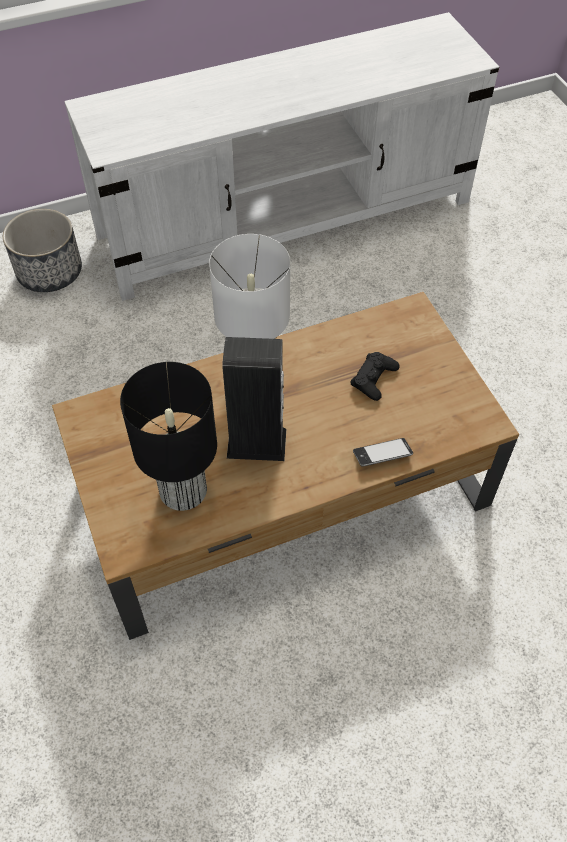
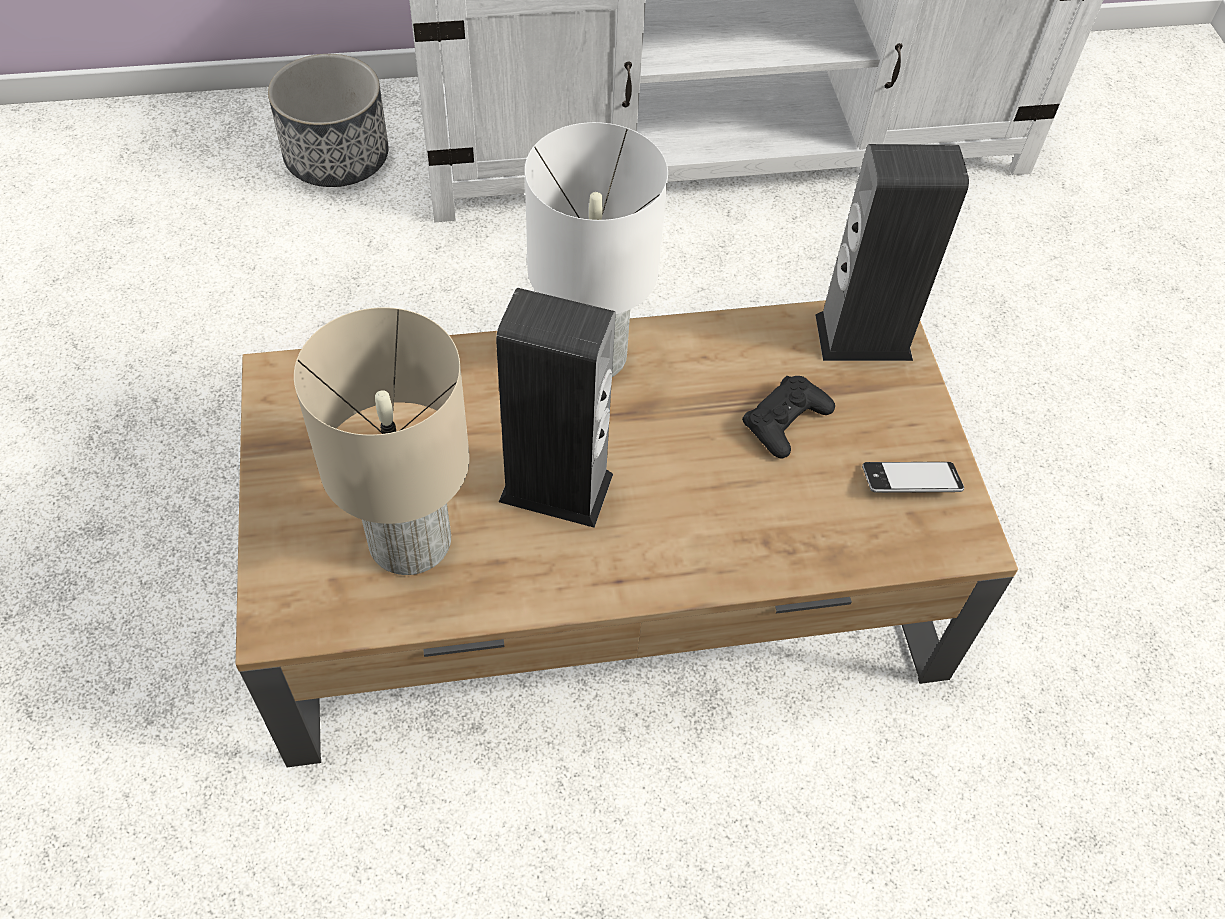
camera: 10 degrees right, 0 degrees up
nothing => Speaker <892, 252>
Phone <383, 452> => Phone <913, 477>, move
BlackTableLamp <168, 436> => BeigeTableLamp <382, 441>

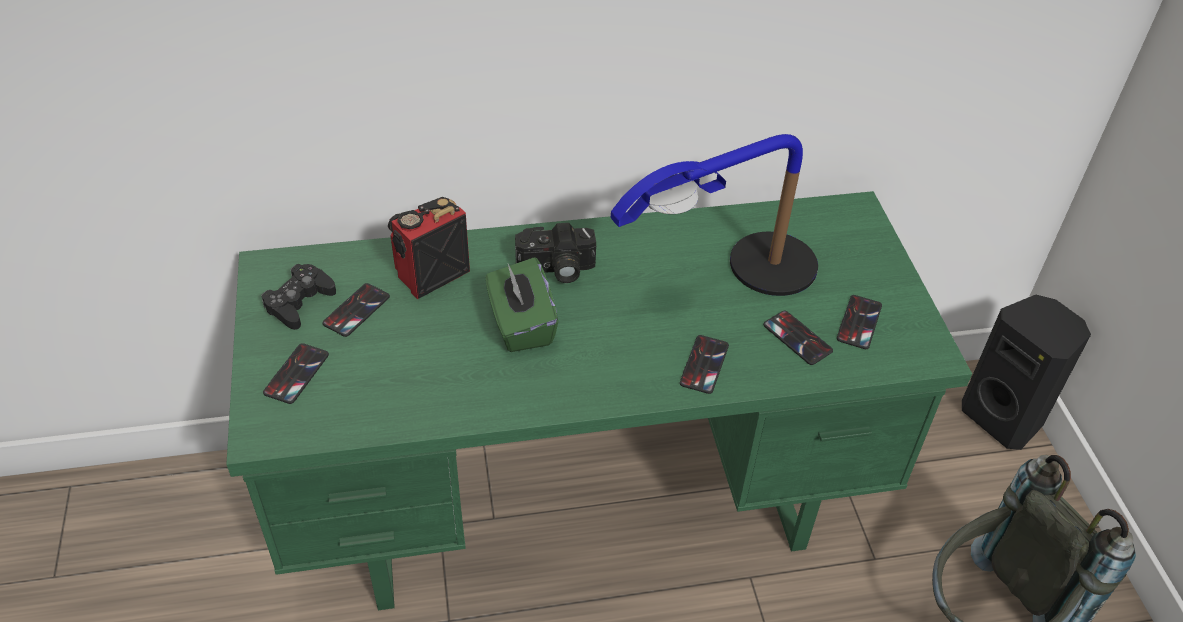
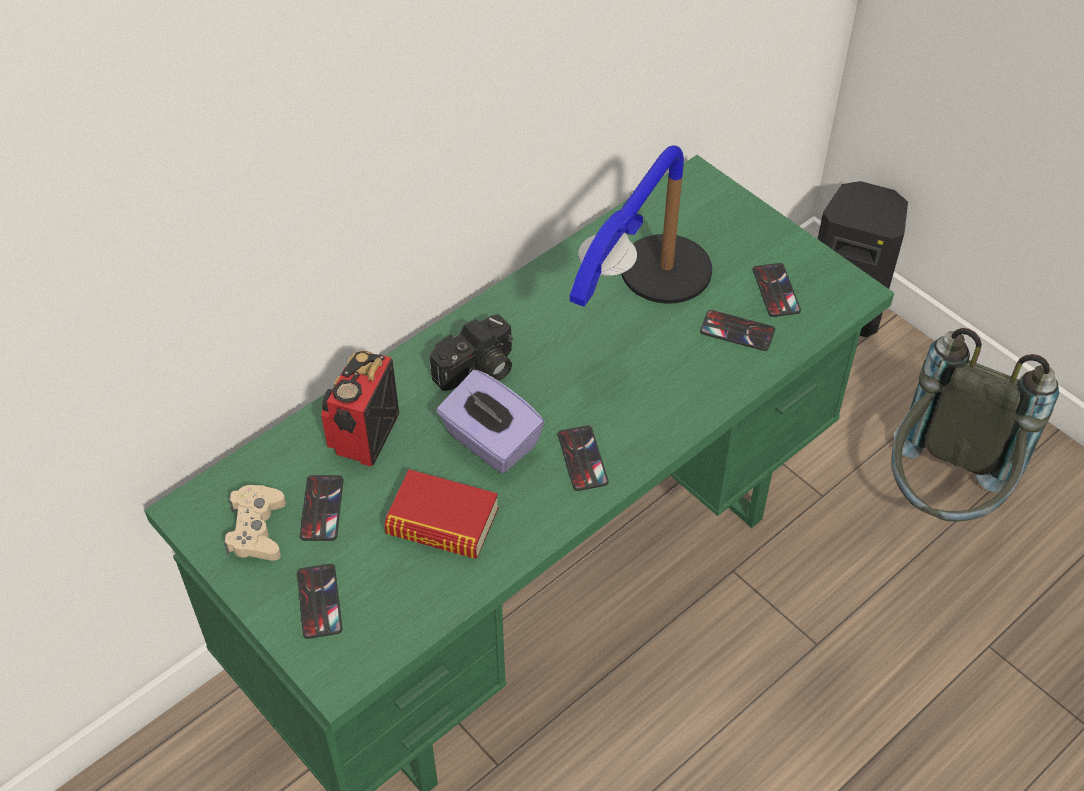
camera: 30 degrees left, 5 degrees up
nothing => Book <441, 514>
Phone <704, 364> => Phone <583, 458>, move
BlackGameController <299, 297> => BeigeGameController <255, 523>
GreenTissueBox <522, 304> => PurpleTissueBox <491, 421>

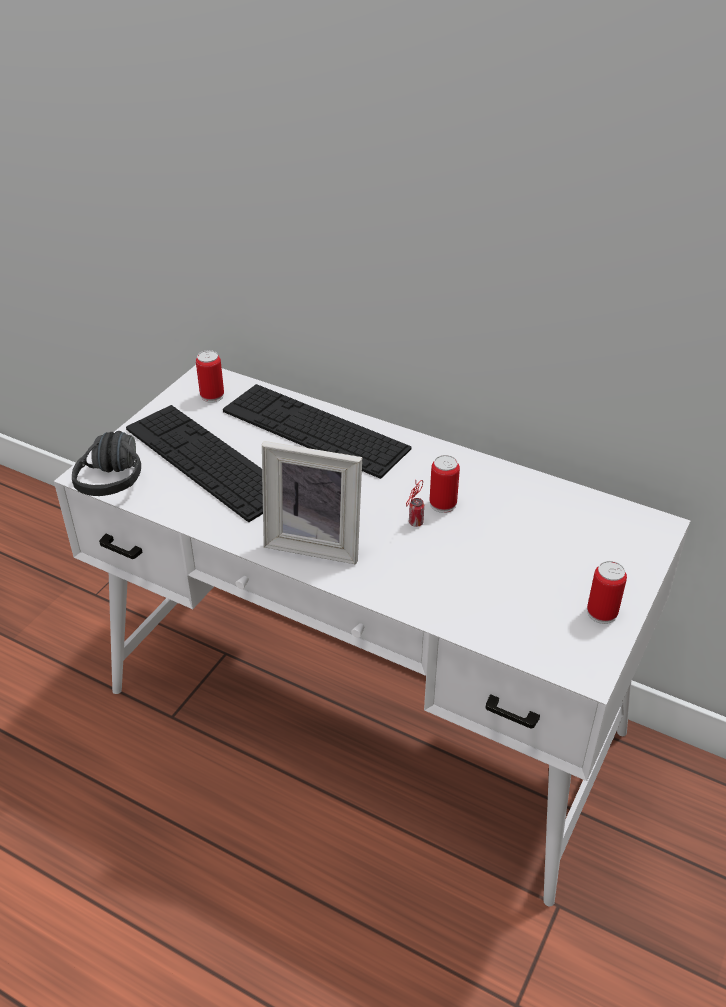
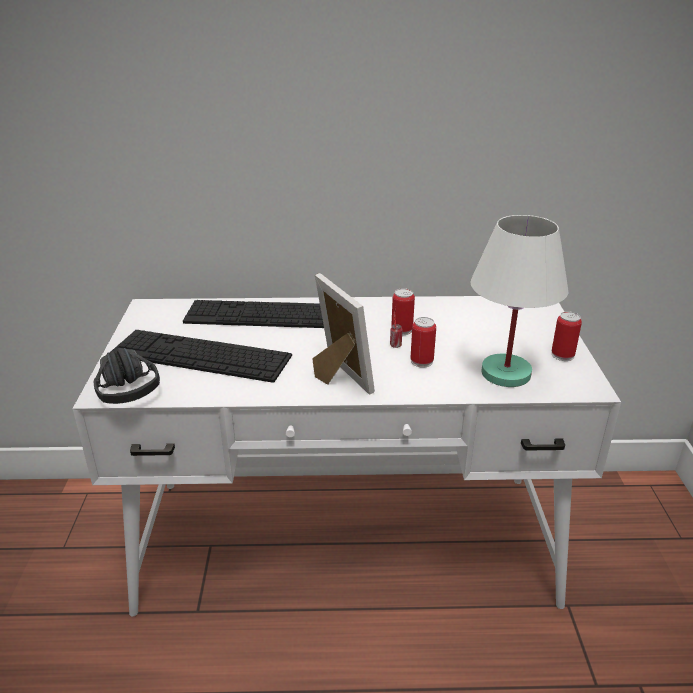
camera: 30 degrees left, 10 degrees down
nothing => WhiteTableLamp <519, 301>
Can <210, 376> => Can <423, 342>, move
PictureFrame <312, 502> => PictureFrame <343, 334>, 105 degrees counterclockwise

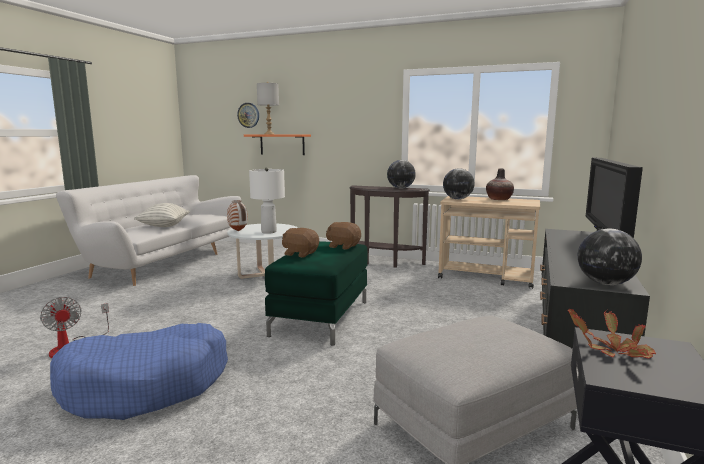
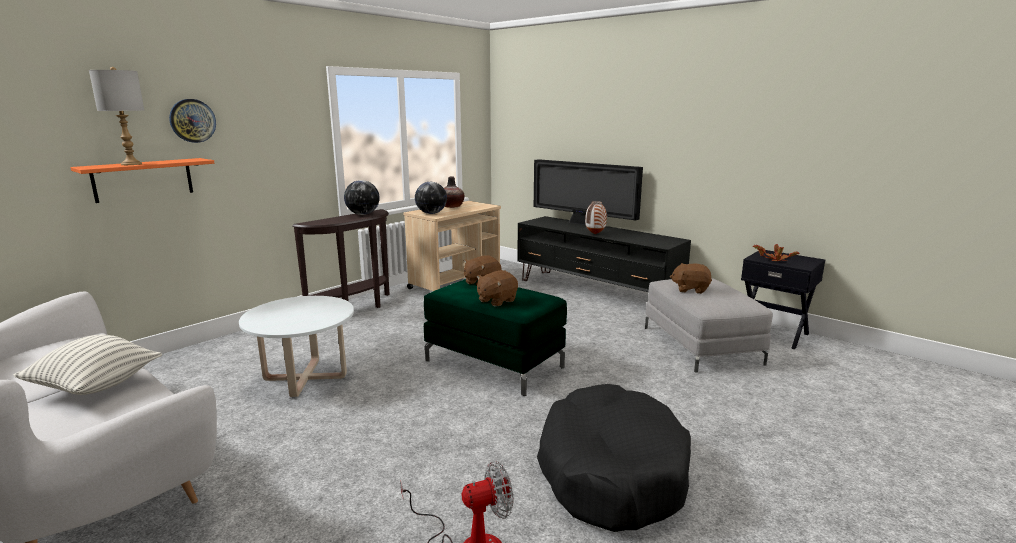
camera: 70 degrees left, 5 degrees up
WhiteTableLamp <267, 200> => nothing
Globe <610, 257> => nothing
nothing => BrownPlushToy <691, 278>
Vase <237, 215> => Vase <596, 217>, move
WallClock <248, 115> => WallClock <192, 121>, move
BlueDogBed <139, 371> => BlackDogBed <614, 458>

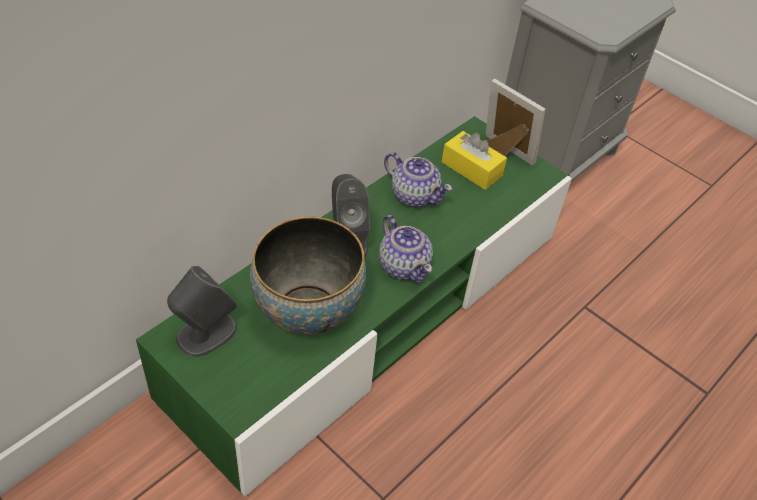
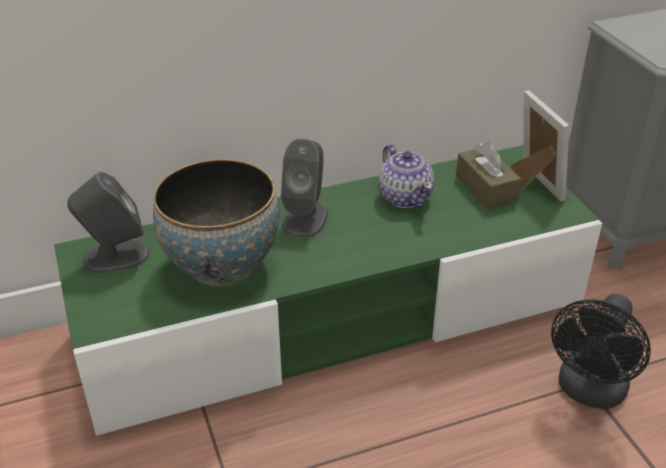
camera: 30 degrees right, 10 degrees down
Teapot <406, 248> => nothing
nothing => BlackFan <601, 351>
YellowTissueBox <474, 160> => BrownTissueBox <489, 176>

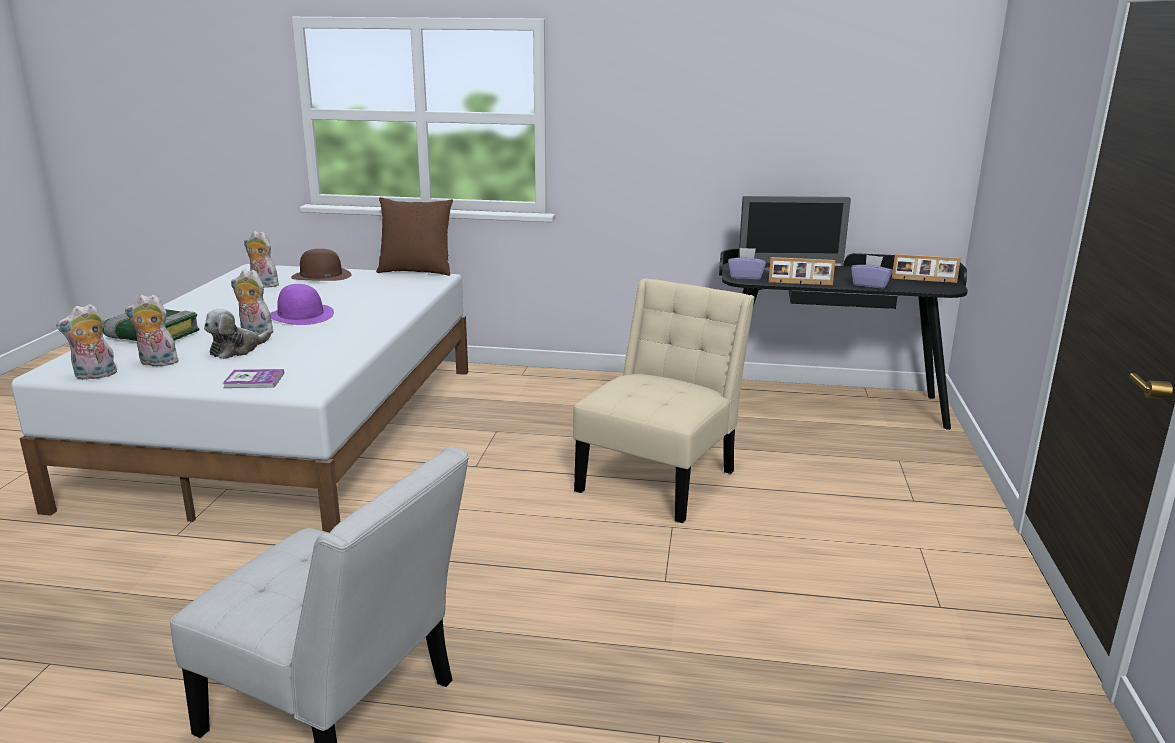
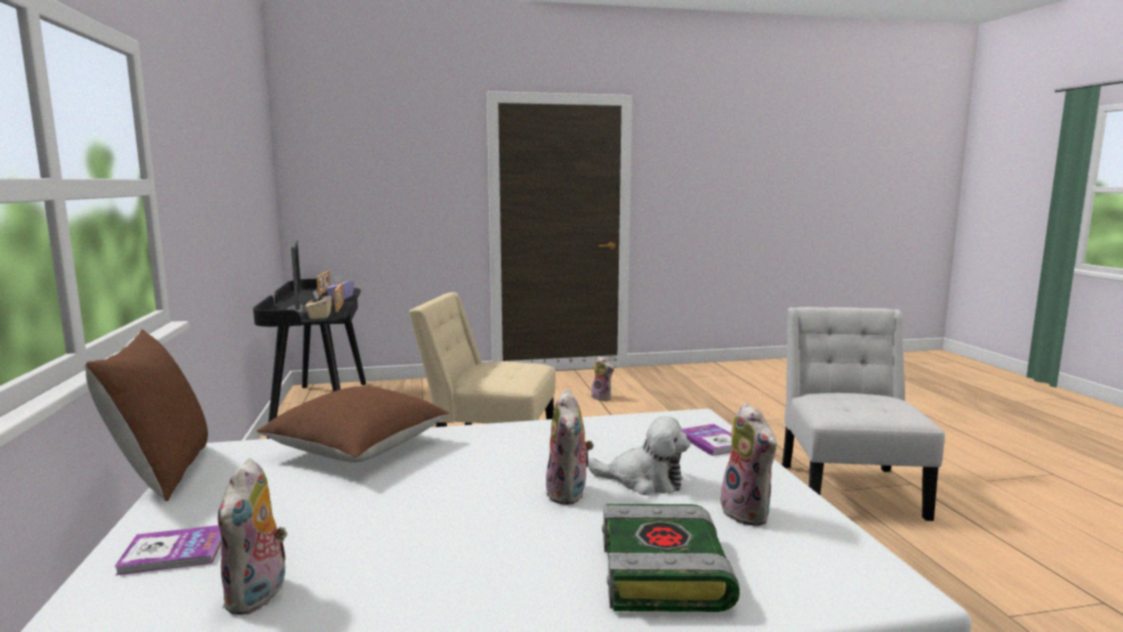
camera: 110 degrees left, 10 degrees down
PurpleHat <302, 304> => nothing
nothing => BrownPillow <353, 424>
PlushToy <86, 342> => PlushToy <602, 378>, move
BrownHat <321, 265> => Book <168, 550>
PurpleTissueBox <747, 264> => BeigeTissueBox <319, 304>

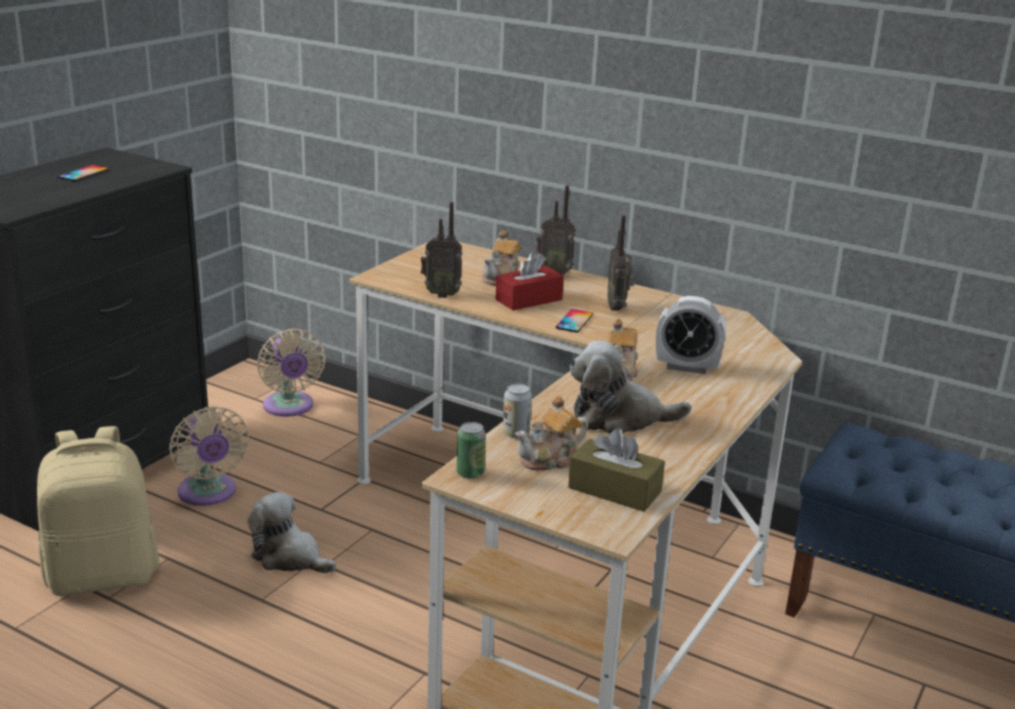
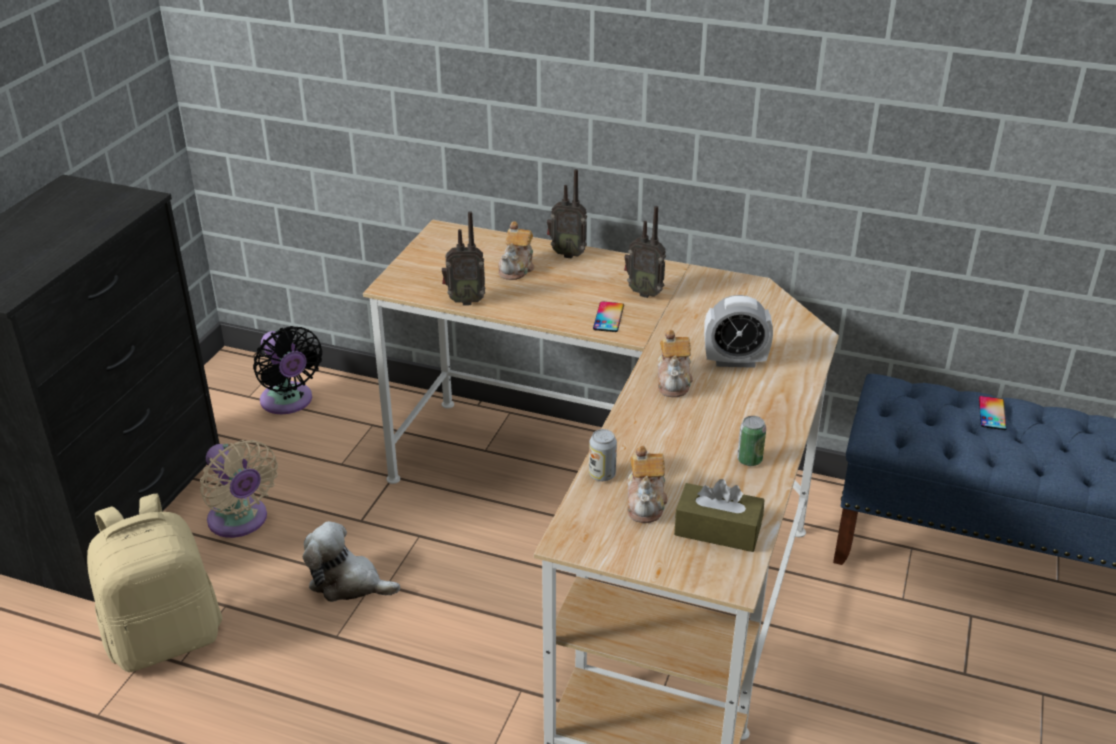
camera: 10 degrees left, 10 degrees up
RedTissueBox <529, 281> => nothing
PlushToy <630, 387> => nothing
Phone <83, 173> => Phone <993, 413>, move
Can <471, 450> => Can <751, 441>, move
BeigeFan <291, 373> => BlackFan <287, 370>
Teapot <551, 433> => Teapot <647, 484>, 45 degrees counterclockwise
Radio <620, 263> => Radio <645, 252>, 45 degrees counterclockwise

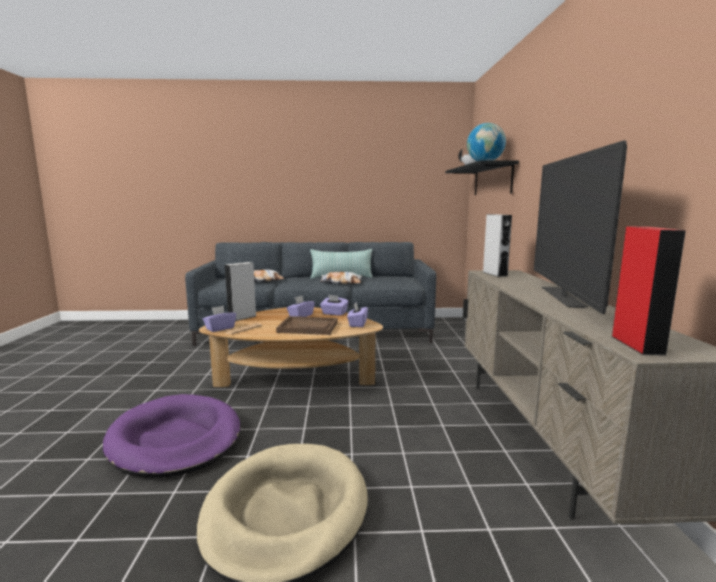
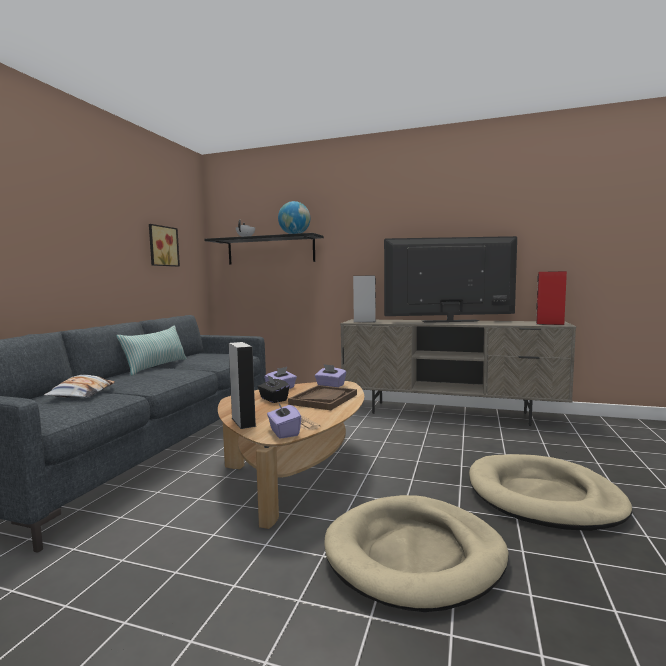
camera: 70 degrees left, 5 degrees down
Pillow <341, 278> => nothing
nothing => Picture <164, 245>
PurpleDogBed <171, 436> => BeigeDogBed <416, 553>
PurpleTissueBox <301, 306> => BlackTissueBox <273, 389>
Television <580, 227> => Television <450, 279>, 150 degrees clockwise

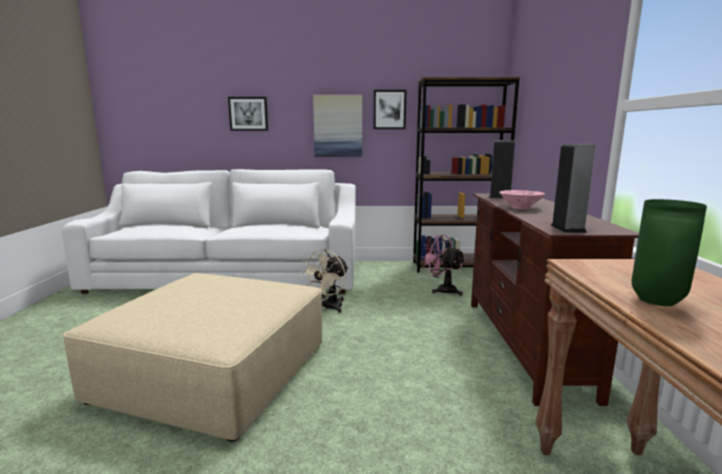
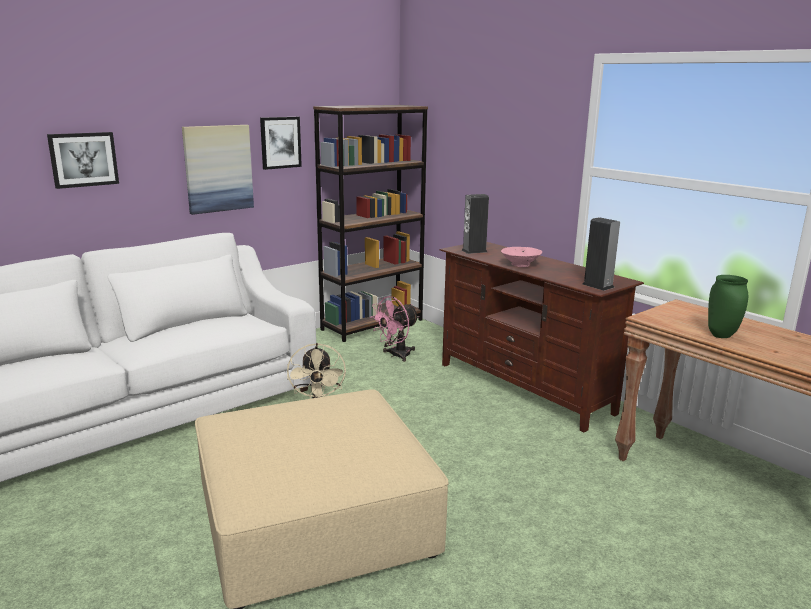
camera: 40 degrees left, 5 degrees up
PinkFan <443, 265> => PinkFan <394, 329>, 45 degrees counterclockwise

